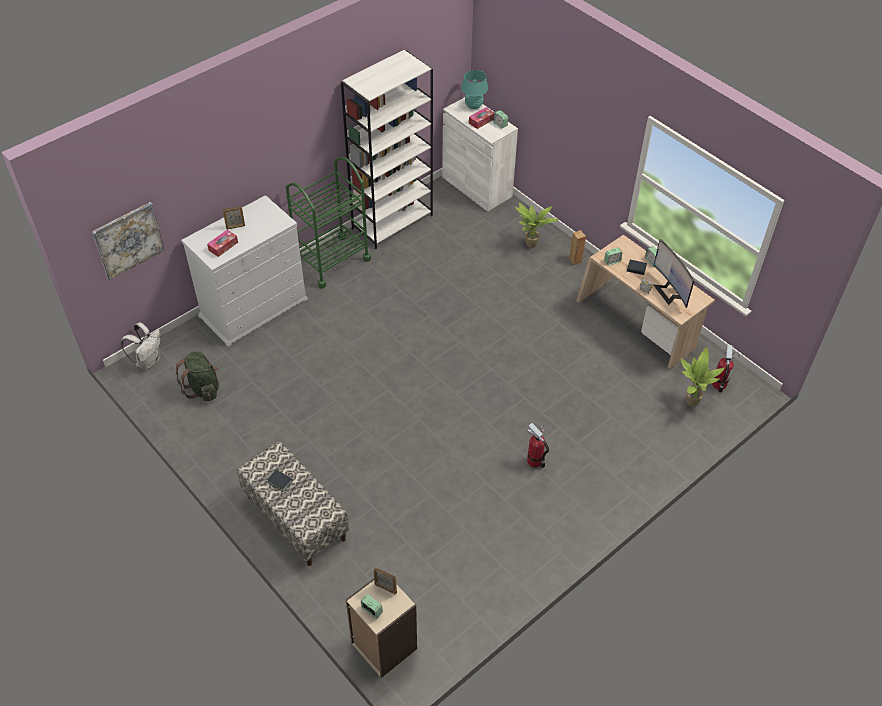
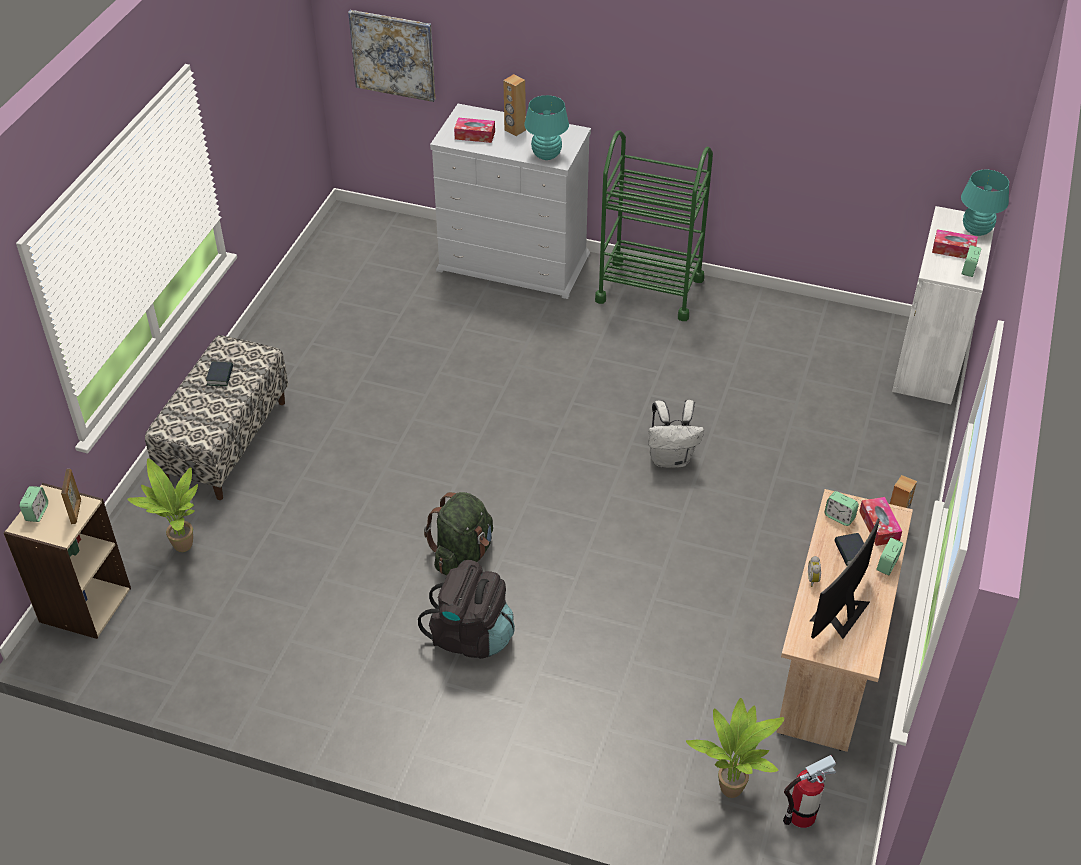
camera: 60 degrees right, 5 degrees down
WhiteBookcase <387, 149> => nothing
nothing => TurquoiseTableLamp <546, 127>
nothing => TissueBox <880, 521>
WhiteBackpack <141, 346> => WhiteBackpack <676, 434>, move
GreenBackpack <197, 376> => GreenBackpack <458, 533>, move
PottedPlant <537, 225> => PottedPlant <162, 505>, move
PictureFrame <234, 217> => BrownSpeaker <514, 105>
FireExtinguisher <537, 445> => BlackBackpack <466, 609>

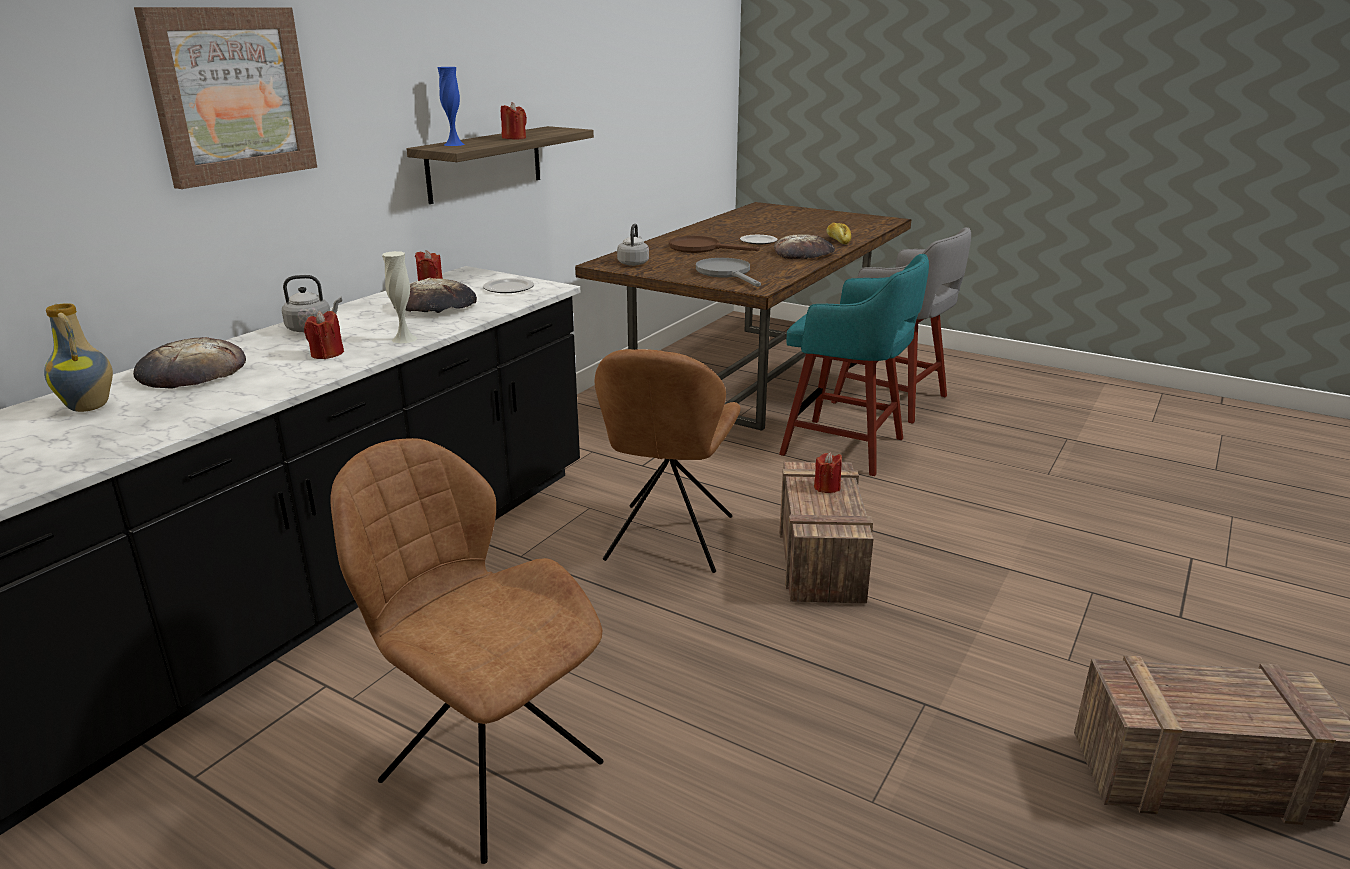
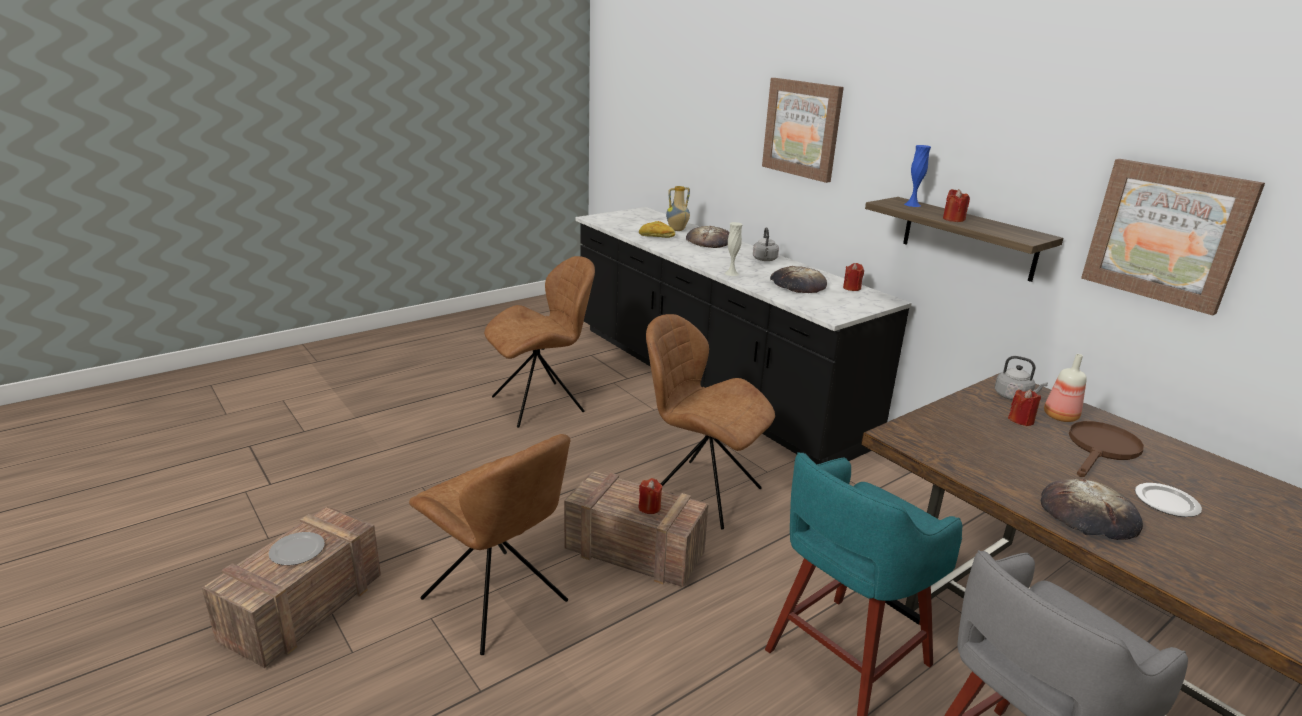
camera: 110 degrees right, 0 degrees up
GreyFryingPan <728, 272> => nothing
nothing => BrownChair <489, 544>
nothing => Bottle <1065, 388>
nothing => Picture <1173, 237>
RedCandle <324, 334> => RedCandle <1024, 407>, move
Plate <508, 285> => Plate <297, 548>, move
Bread <839, 233> => Bread <657, 229>, move

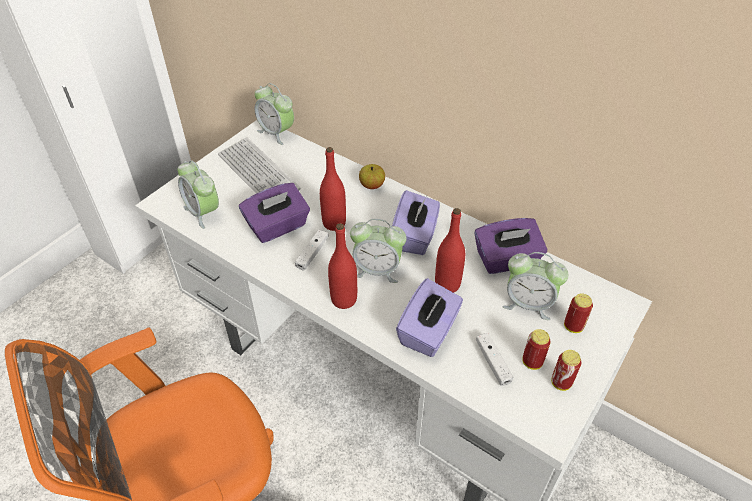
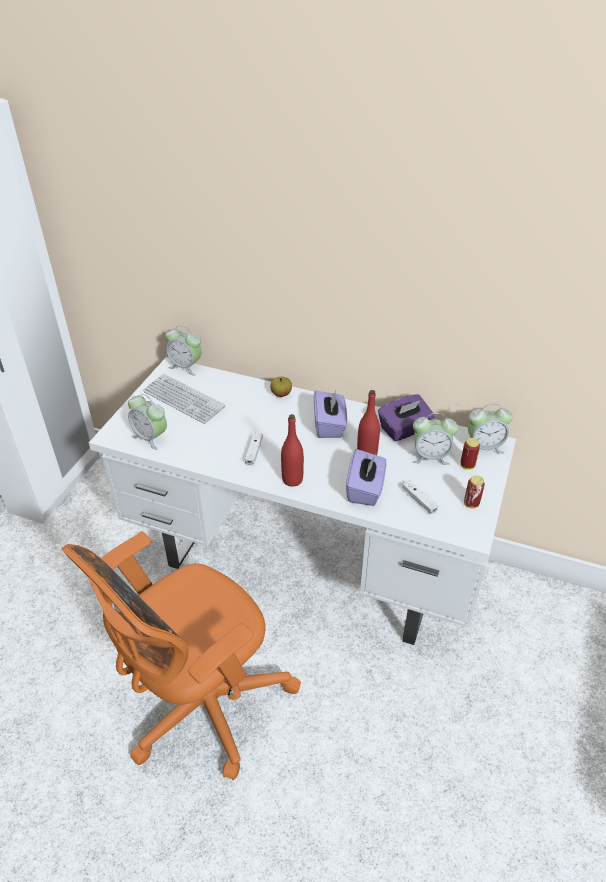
camera: 15 degrees left, 5 degrees down
PurpleTissueBox <274, 213> => nothing
RedBottle <333, 189> => nothing
Can <536, 349> => nothing
AlarmClock <378, 251> => AlarmClock <490, 429>, move

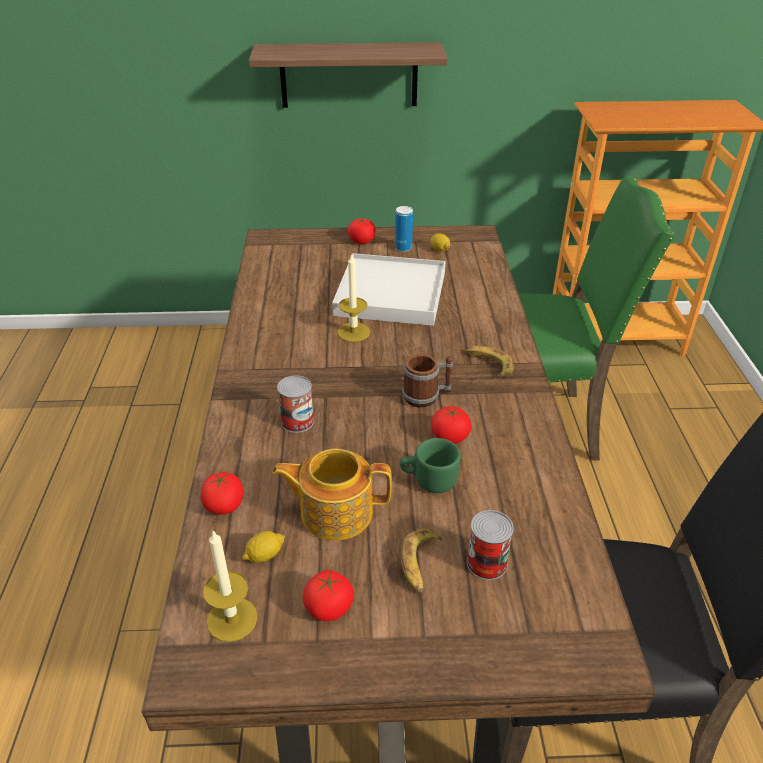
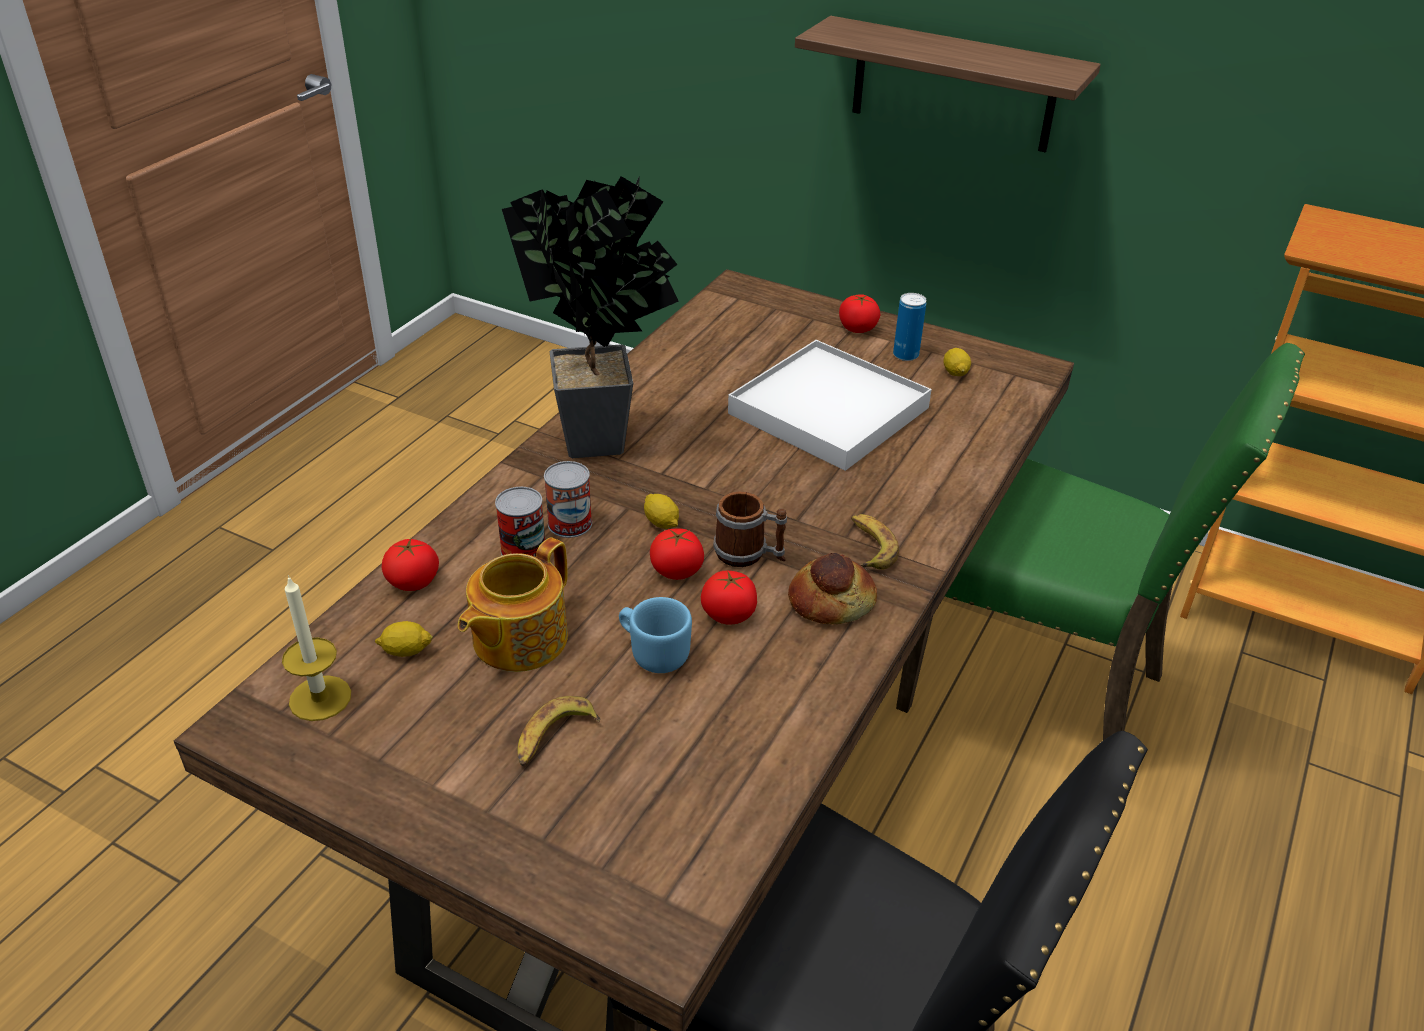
camera: 30 degrees right, 0 degrees up
Candle <353, 297> => nothing
nothing => PottedPlant <590, 316>
nothing => Lemon <661, 511>
nothing => Bread <832, 589>
Tomato <328, 595> => Tomato <677, 554>, move
Can <490, 545> => Can <520, 522>, move
GreenMug <430, 465> => BlueMug <655, 635>
Teapot <332, 495> => Teapot <513, 604>, 90 degrees counterclockwise

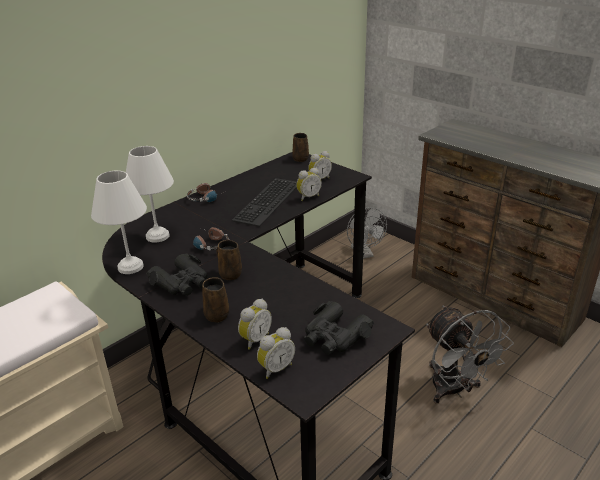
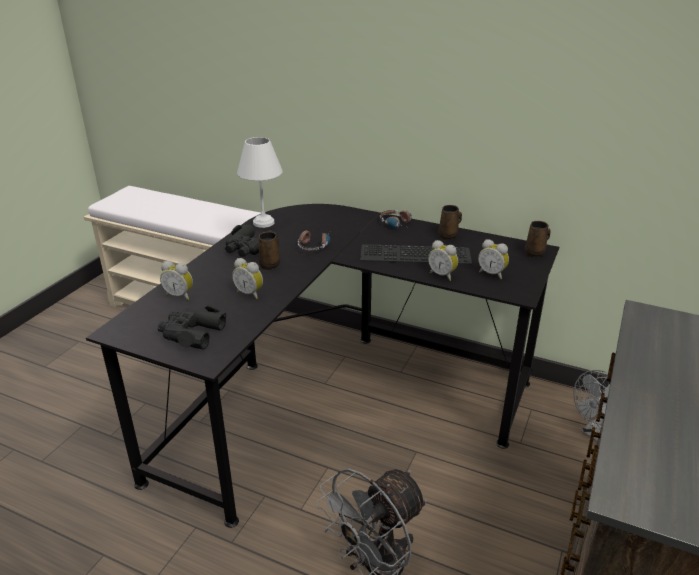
camera: 70 degrees right, 0 degrees up
WhiteTableLamp <150, 194> => nothing
BrownMug <215, 300> => BrownMug <450, 222>, move
AlarmClock <276, 353> => AlarmClock <247, 278>, move

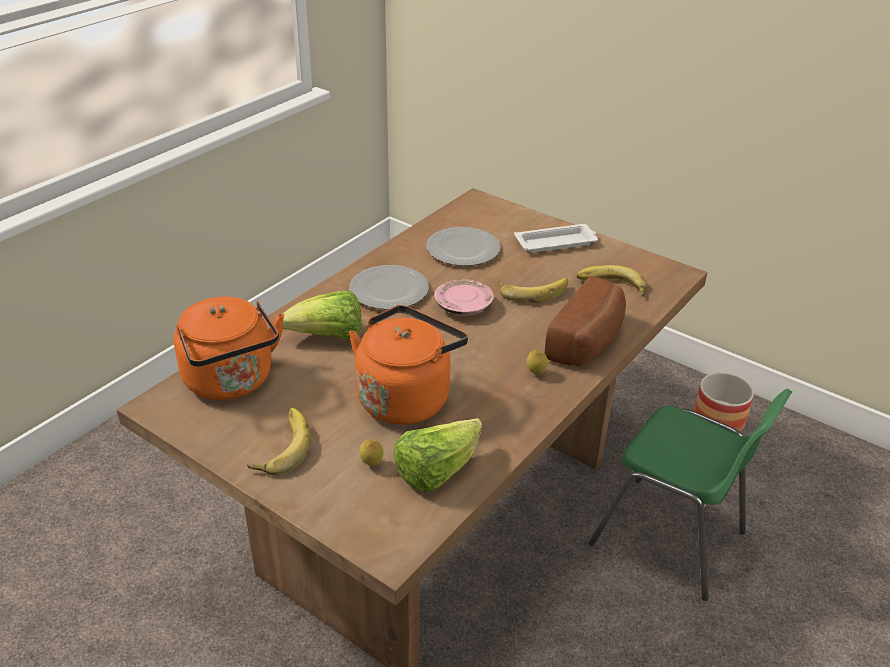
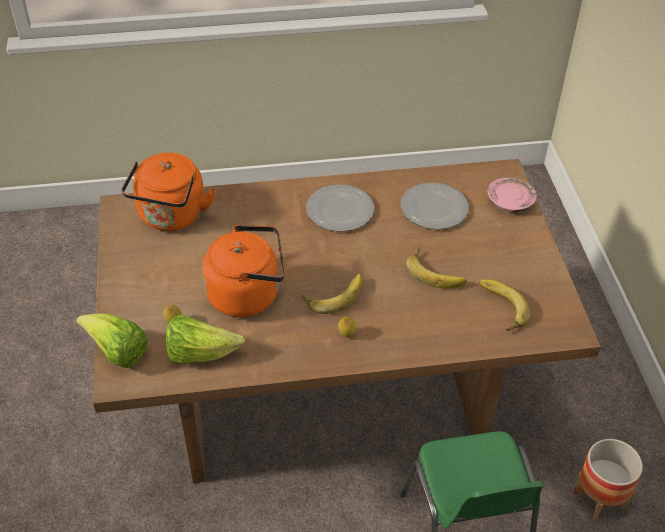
camera: 45 degrees right, 10 degrees up
WhiteTray <556, 238> => nothing
Bread <585, 321> => nothing
Banana <279, 442> => Banana <332, 293>, move
Lettuce <322, 315> => Lettuce <112, 340>, move
PinkPlate <464, 297> => PinkPlate <512, 195>, move

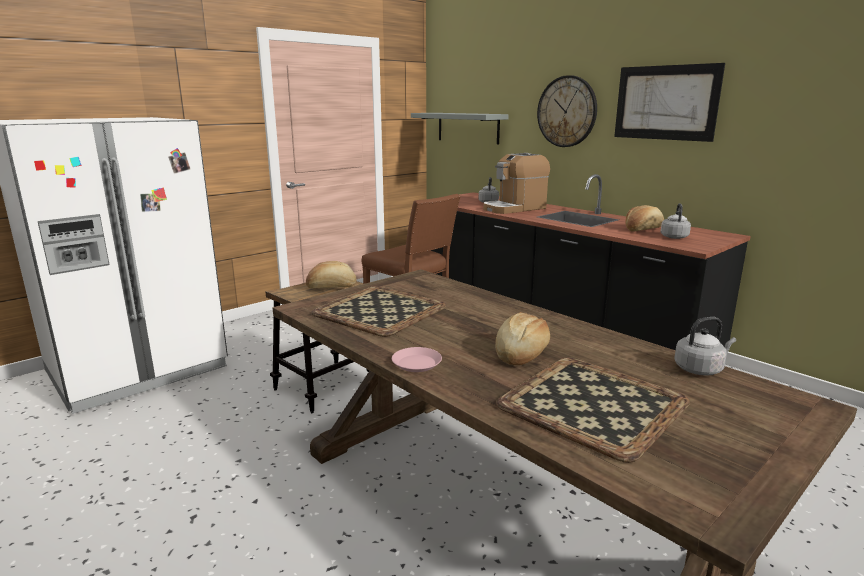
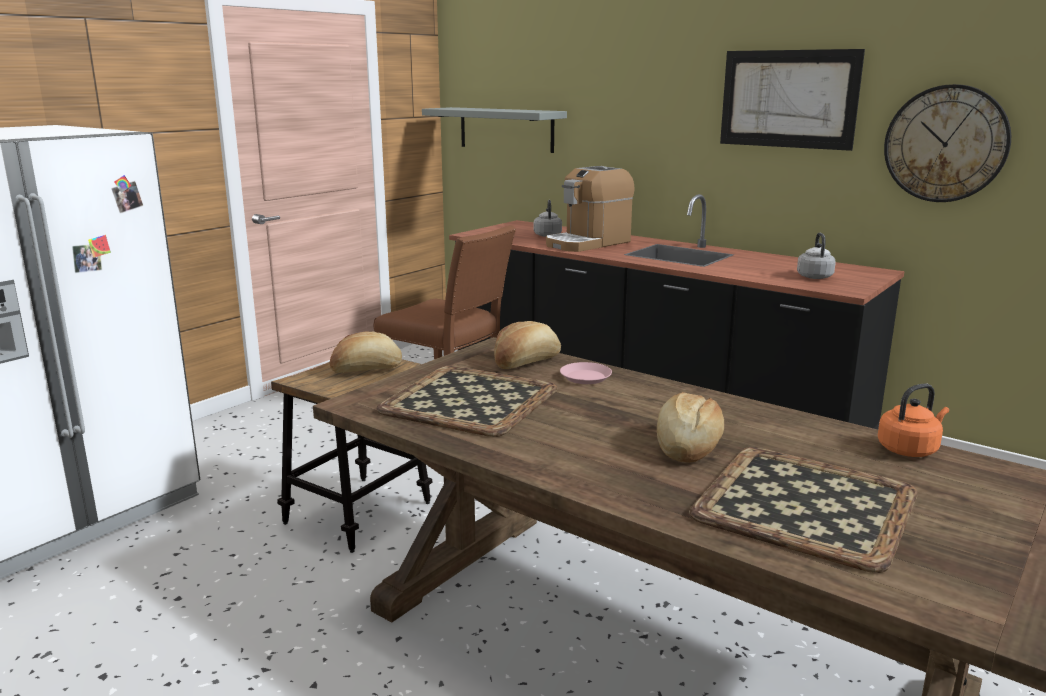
camera: 10 degrees left, 0 degrees up
PinkPlate <417, 359> => PinkPlate <586, 373>, move
WallClock <567, 111> => WallClock <947, 143>, move
Bread <644, 218> => Bread <527, 345>, move
GreyKettle <705, 346> => OrangeKettle <913, 420>

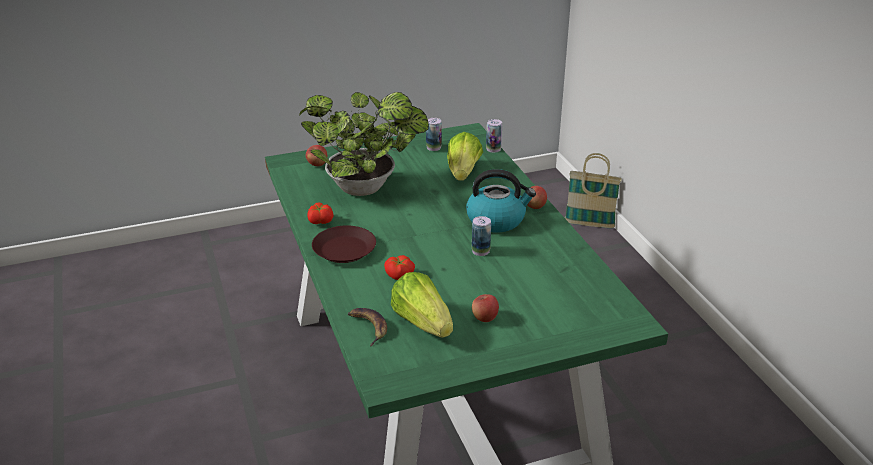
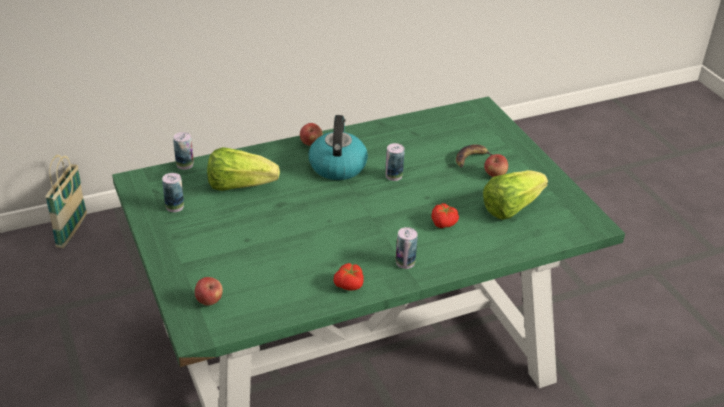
camera: 95 degrees left, 5 degrees up
PottedPlant <364, 144> => nothing
Banana <367, 327> => Banana <474, 156>, move
BrownPlate <344, 244> => Can <407, 248>

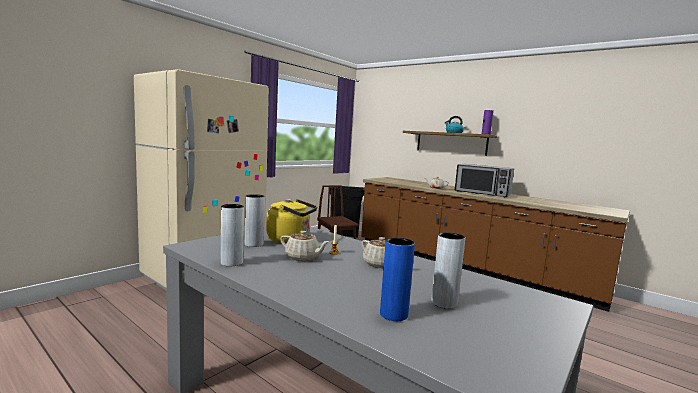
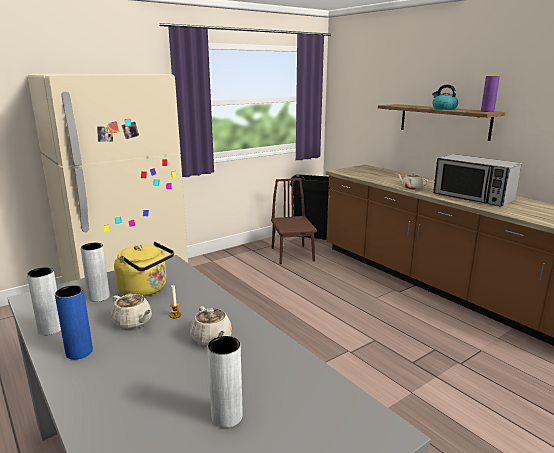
camera: 15 degrees right, 10 degrees up
BlueVase <397, 279> => BlueVase <74, 322>, move

